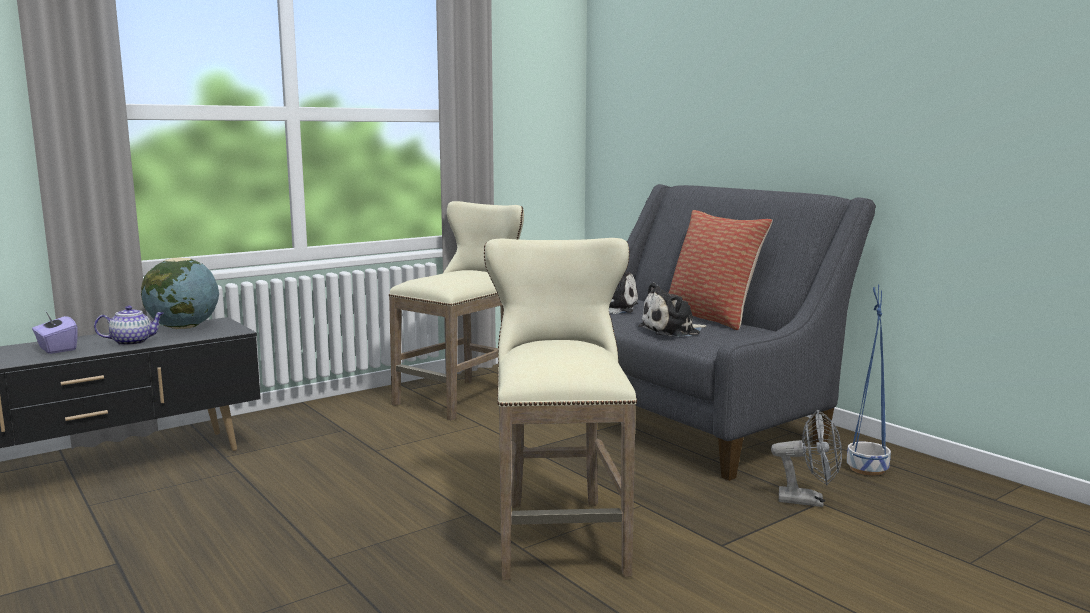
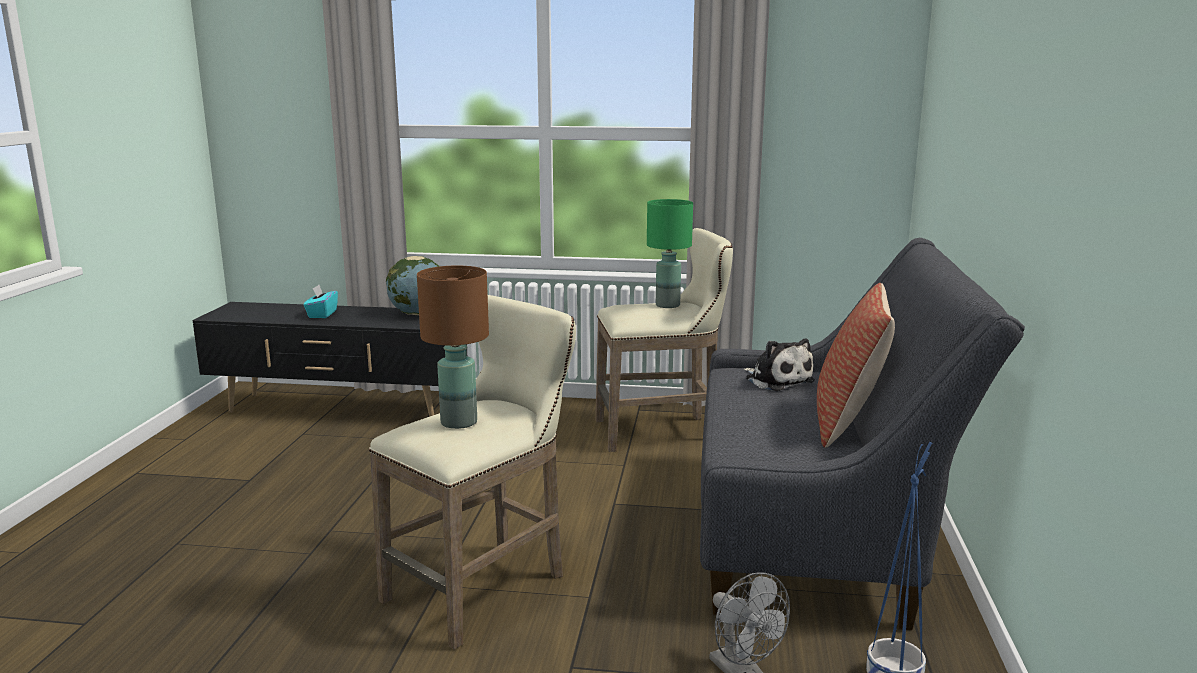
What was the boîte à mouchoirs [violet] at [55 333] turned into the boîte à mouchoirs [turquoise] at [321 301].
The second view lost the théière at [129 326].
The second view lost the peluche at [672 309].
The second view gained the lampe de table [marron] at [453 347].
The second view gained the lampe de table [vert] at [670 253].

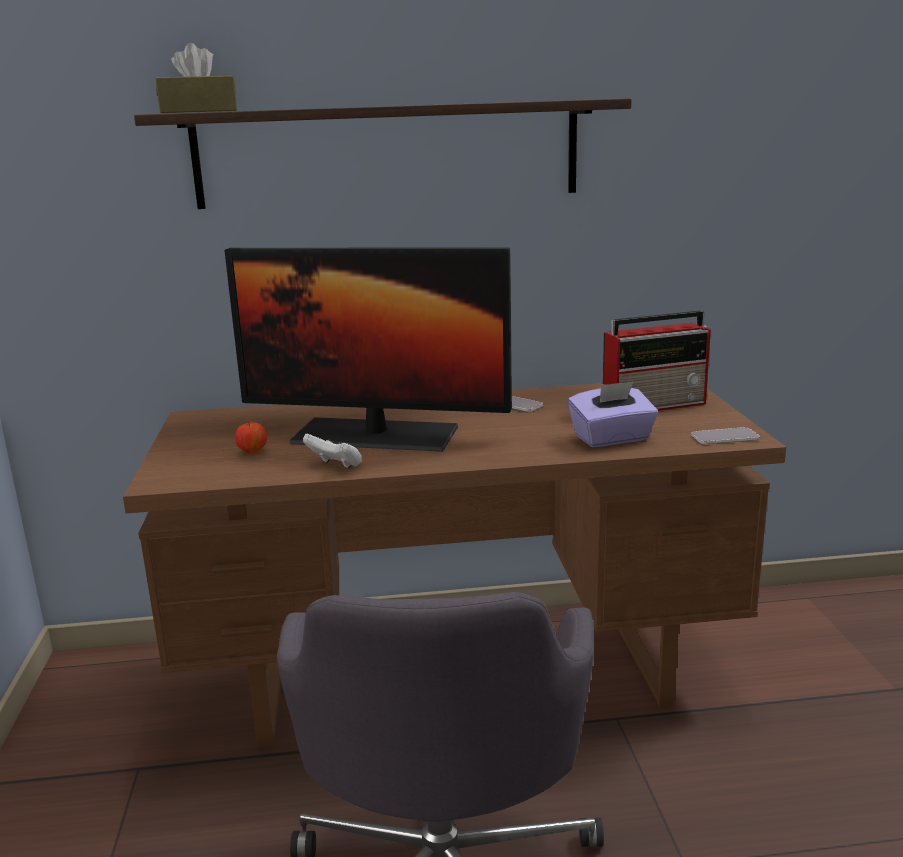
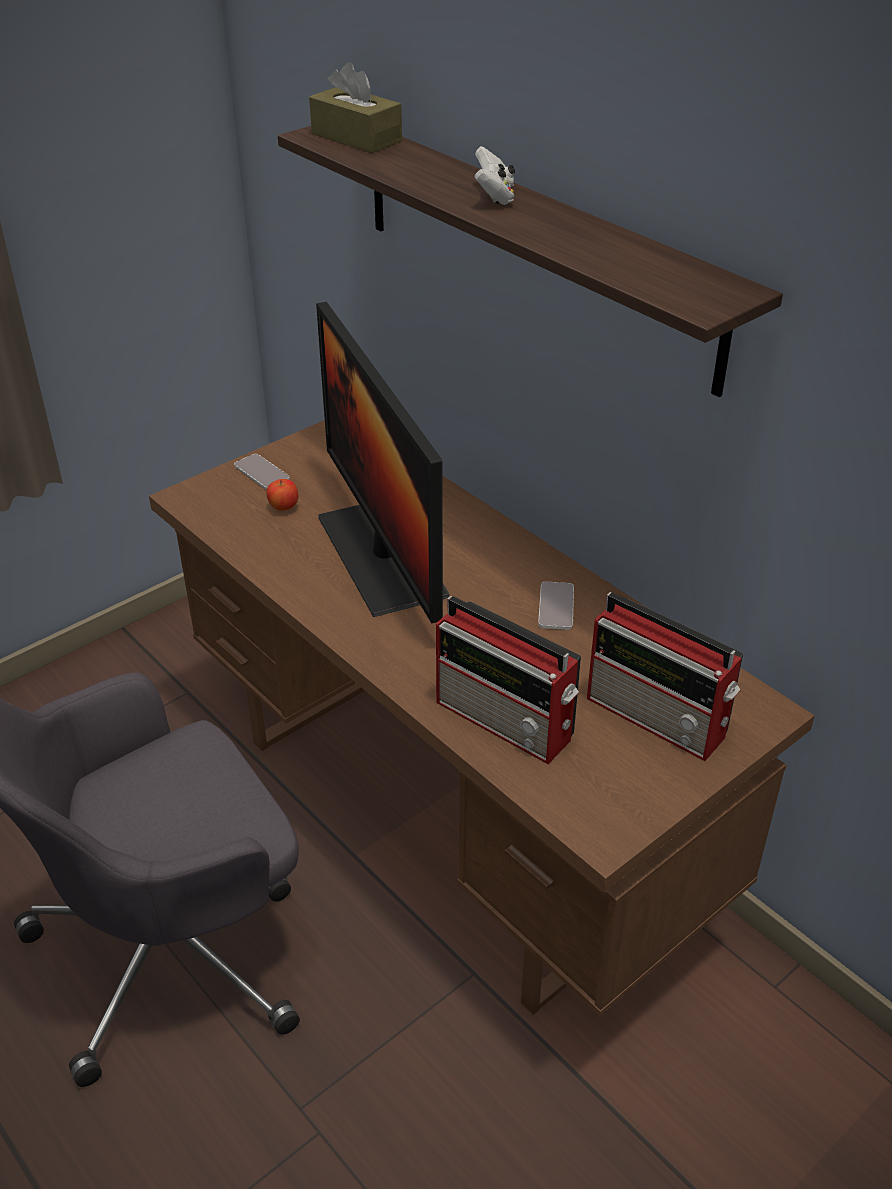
The manette [blanc] ended up elsewhere, having gone from [332 451] to [494 175].
Where the boîte à mouchoirs [violet] stood at [613 414], the radio came to stand at [508 680].
The téléphone ended up elsewhere, having gone from [725 435] to [262 472].

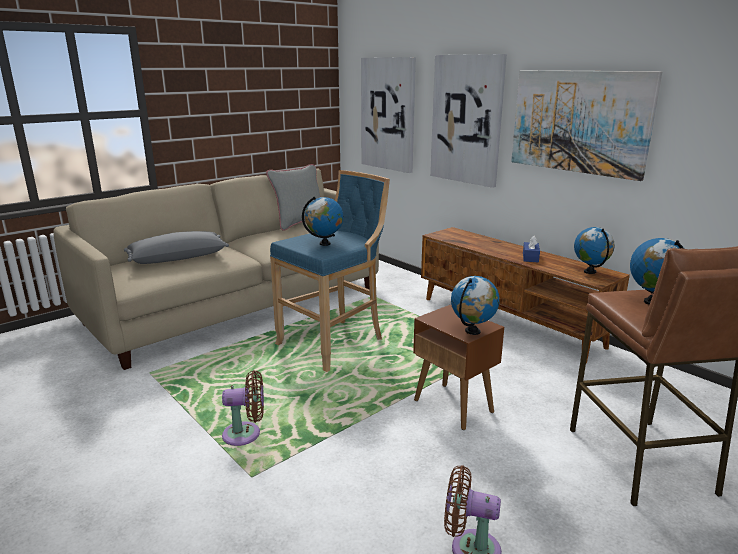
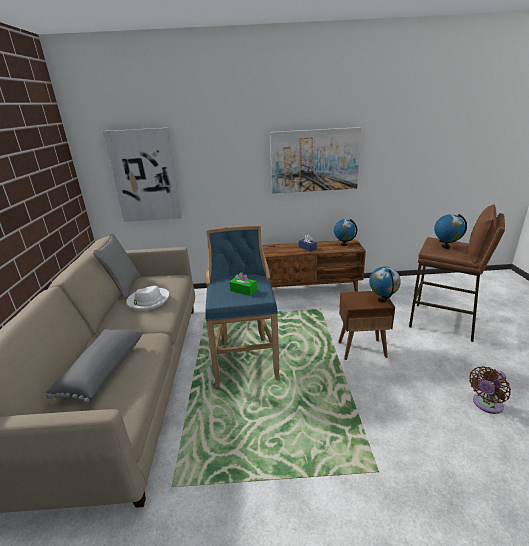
The second view lost the ventilateur [marron] at [243 408].
Where the globe stood at [322 221], the boîte à mouchoirs [vert] came to stand at [243 284].
The second view lost the tableau at [468 121].
The second view gained the chapeau [blanc] at [147 298].

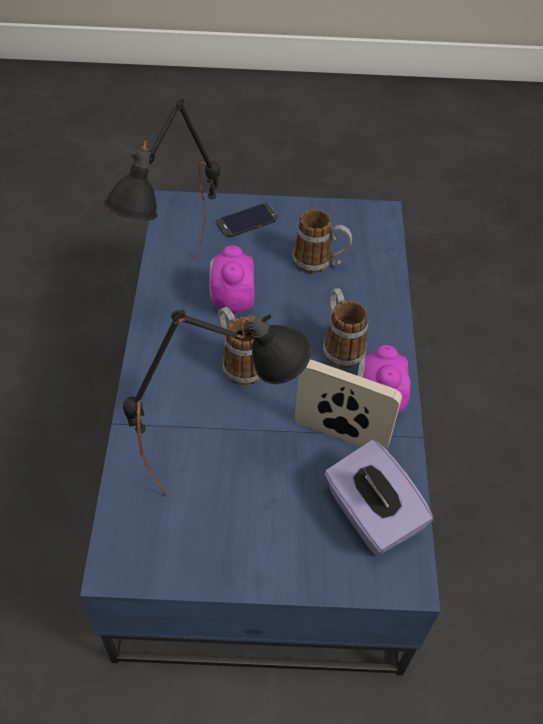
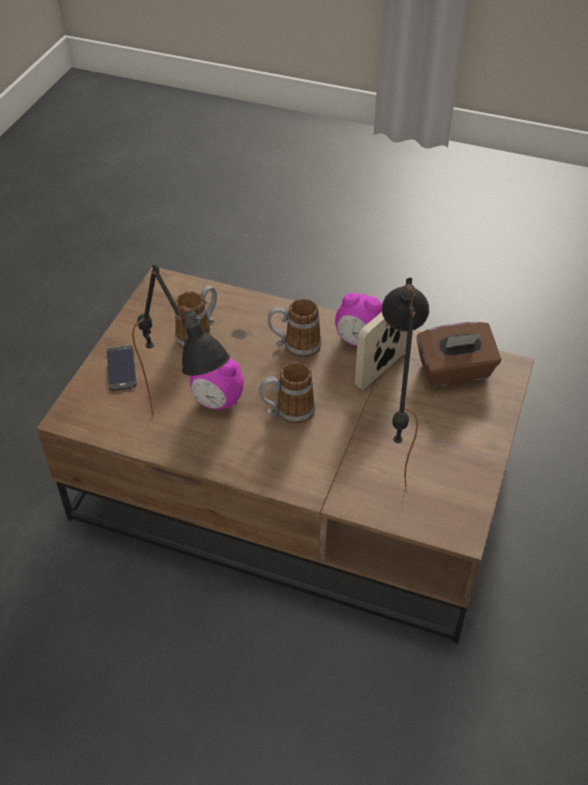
What was the table basse [bleu] at [260 432] turned into the table basse [marron] at [285 455].
What was the boîte à mouchoirs [violet] at [378 497] turned into the boîte à mouchoirs [marron] at [458 354].

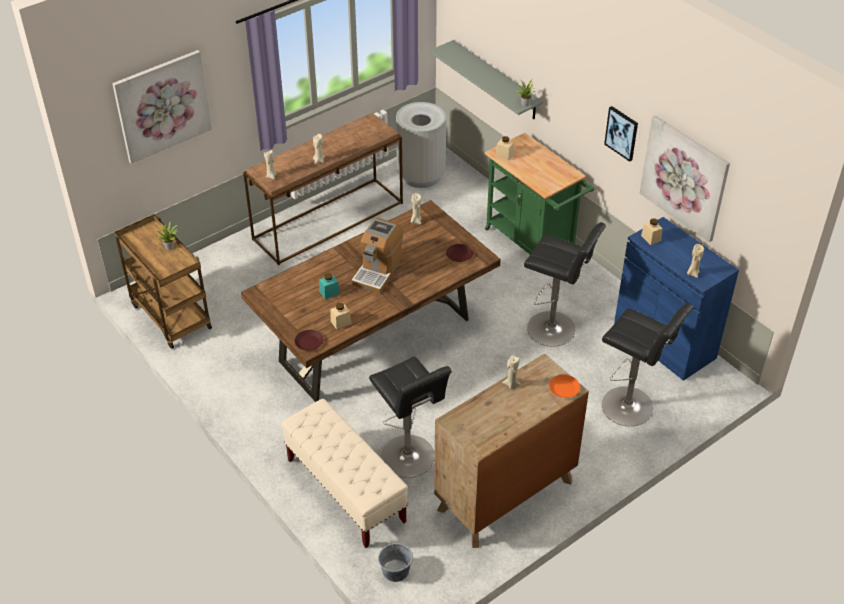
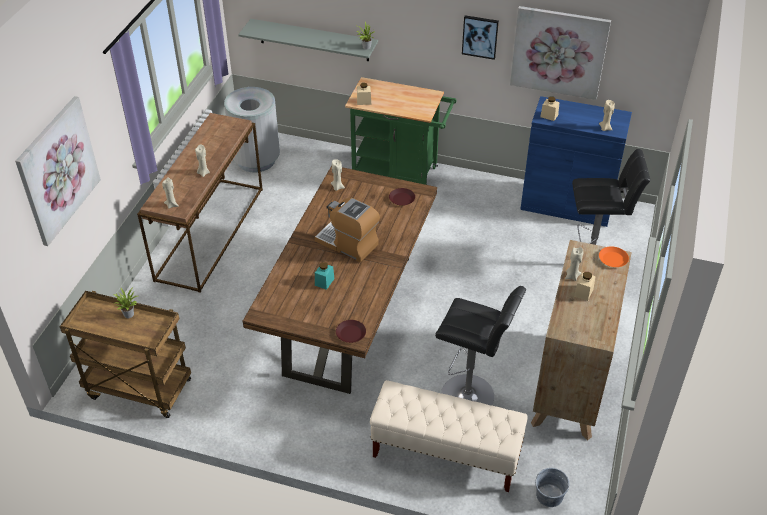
The bocal [beige] ended up elsewhere, having gone from [341 316] to [585 286].
The machine à café at [377 255] ended up facing another way, 135 degrees clockwise from before.
The second view lost the tabouret [noir] at [565 284].

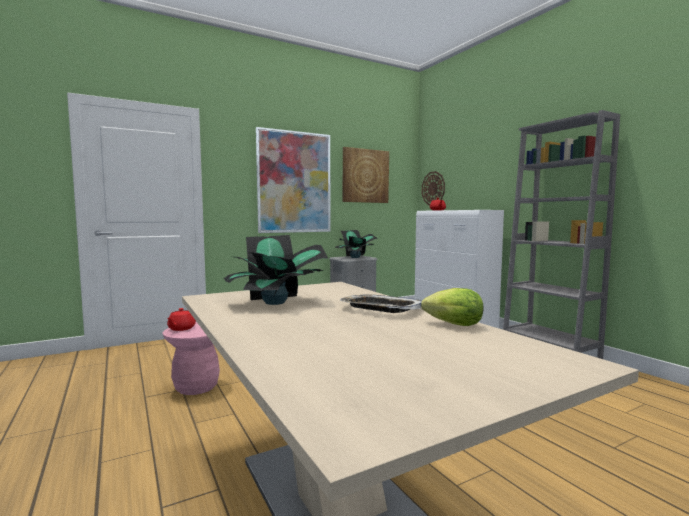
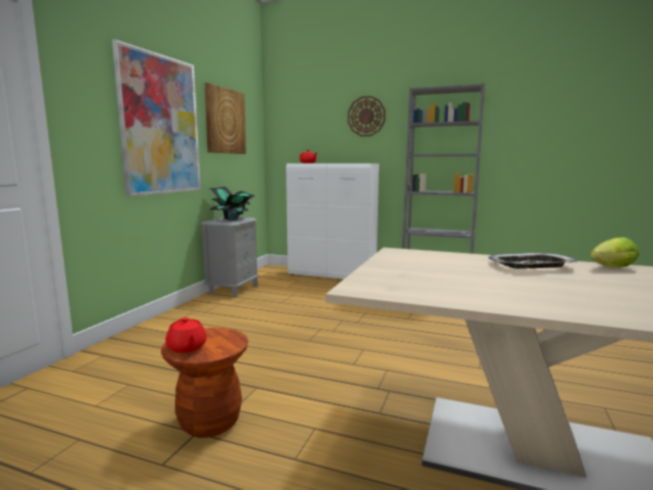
What was the tabouret [rose] at [191 358] turned into the tabouret [marron] at [204 383].
The second view lost the plante en pot at [276 270].
The horloge murale ended up elsewhere, having gone from [433 188] to [367 116].

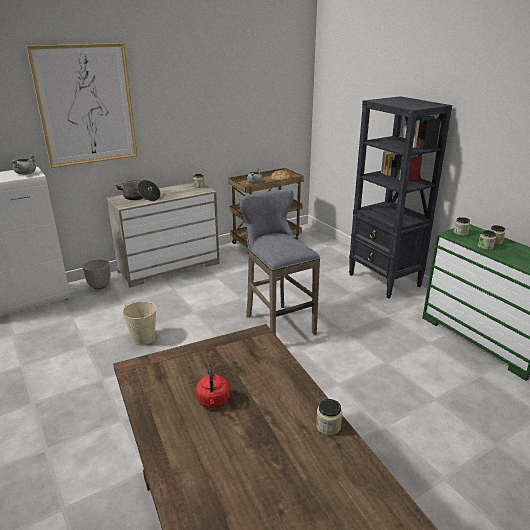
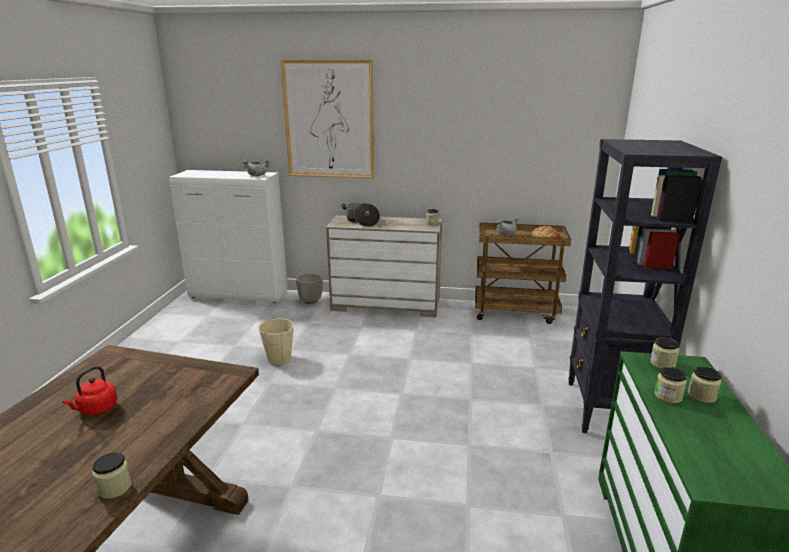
The second view lost the tabouret [gris] at [279 262].

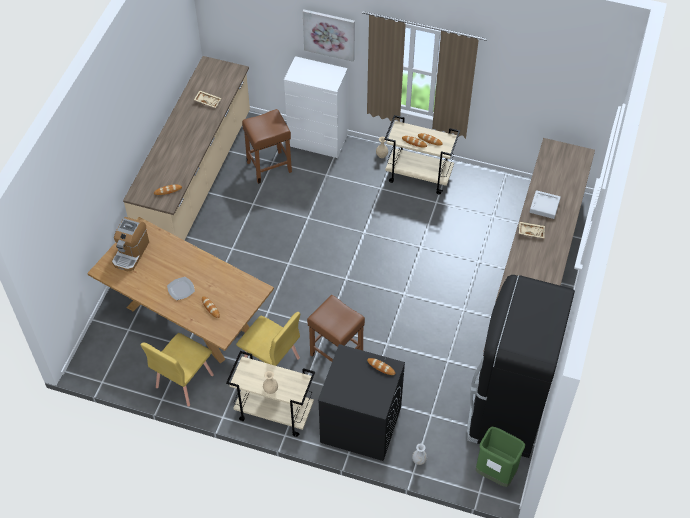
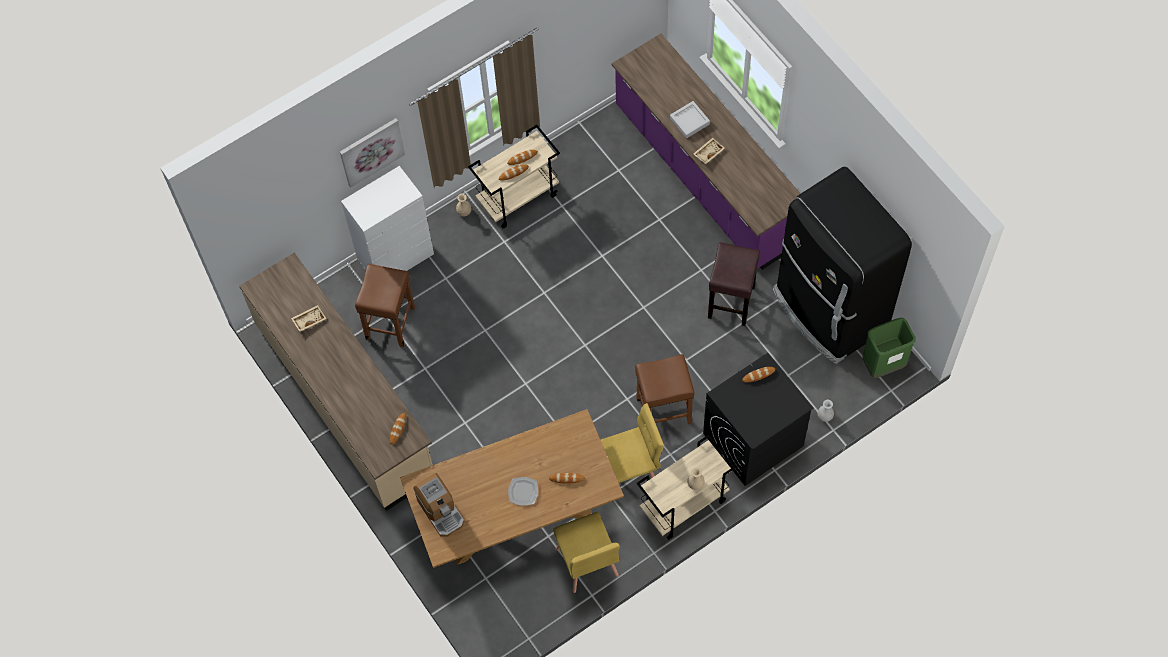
The second view gained the tabouret [marron] at [734 284].

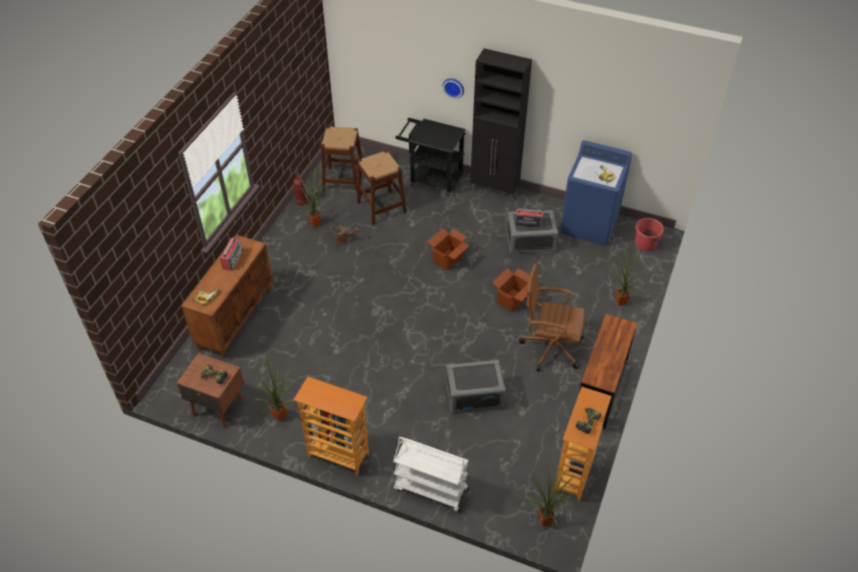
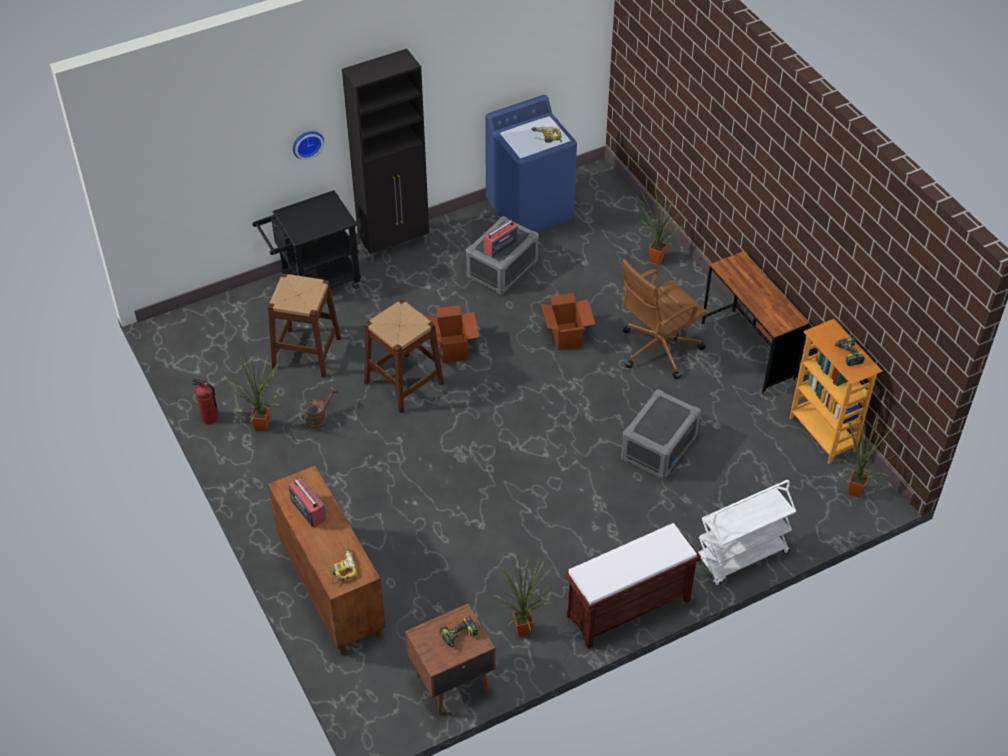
Where the bibliothèque stood at [331 426], the banc [marron] came to stand at [632 586].
The tabouret [marron] ended up elsewhere, having gone from [341 159] to [404 356].
The second view lost the seau [rouge] at [649 234].

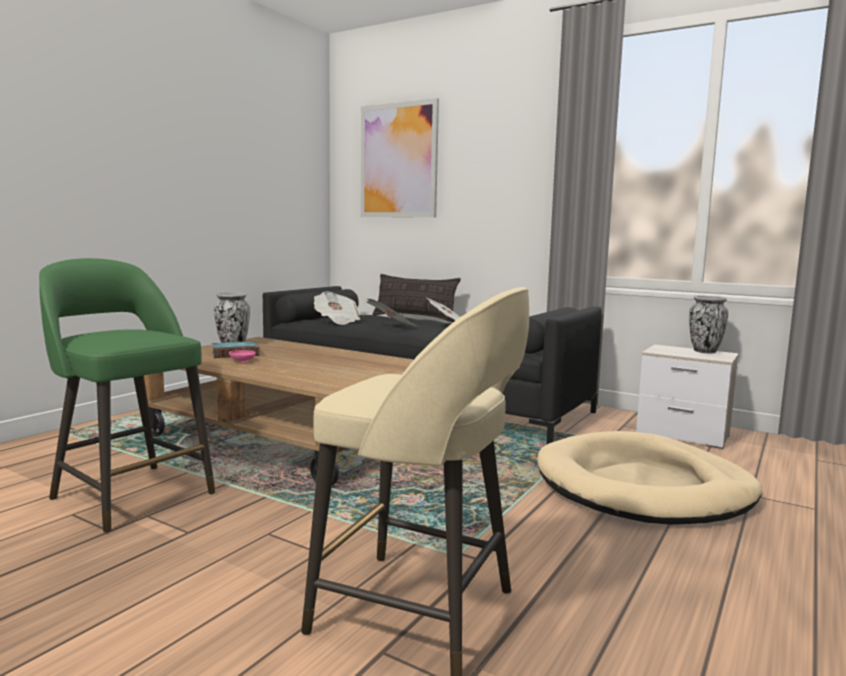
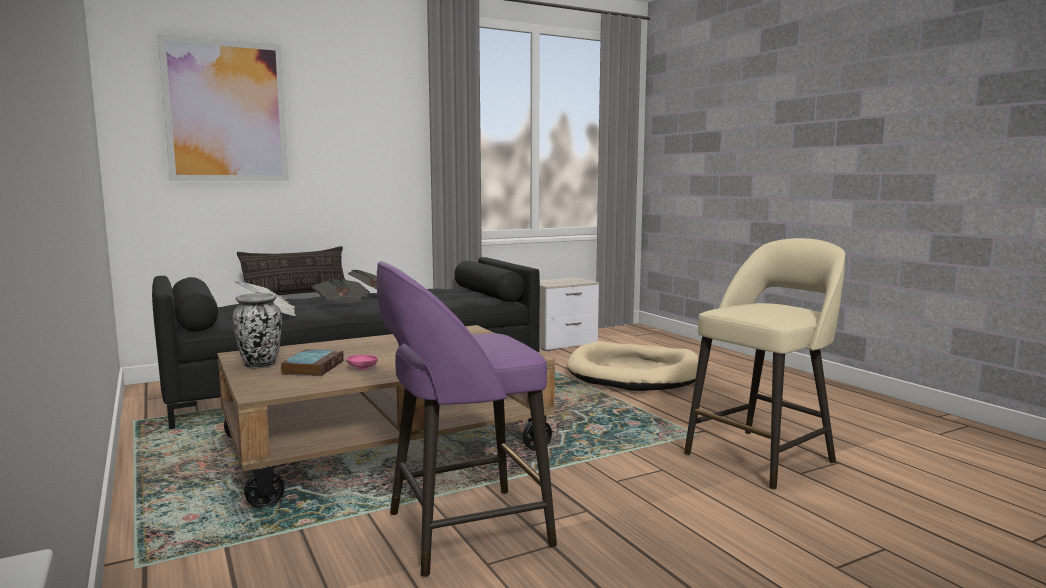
What was the tabouret [vert] at [127 395] turned into the tabouret [violet] at [467 419].
The second view lost the vase at [708 324].

